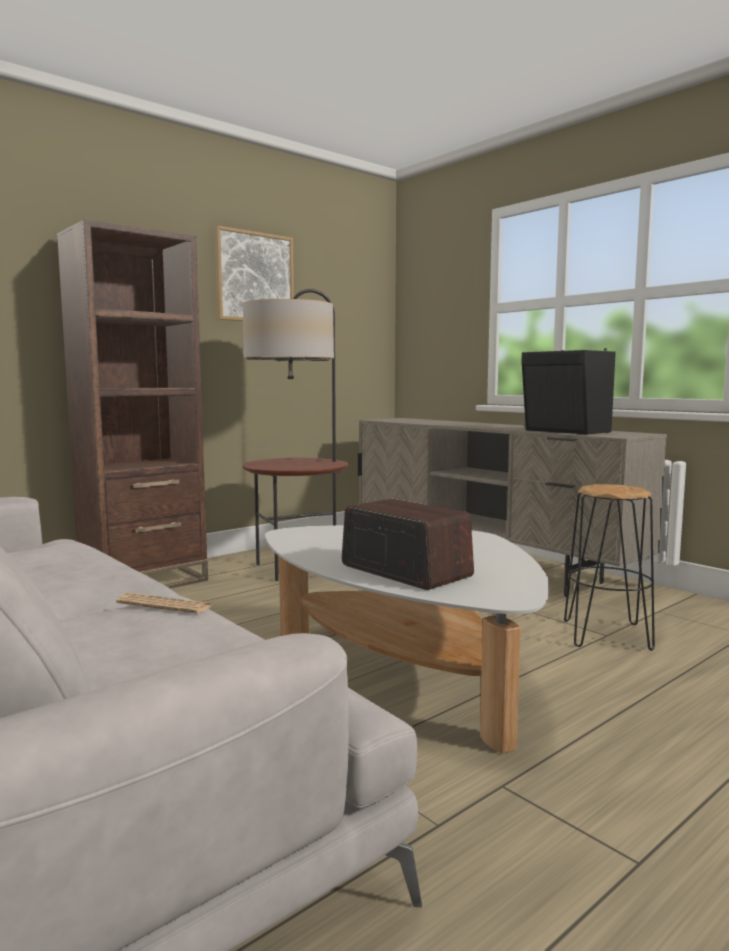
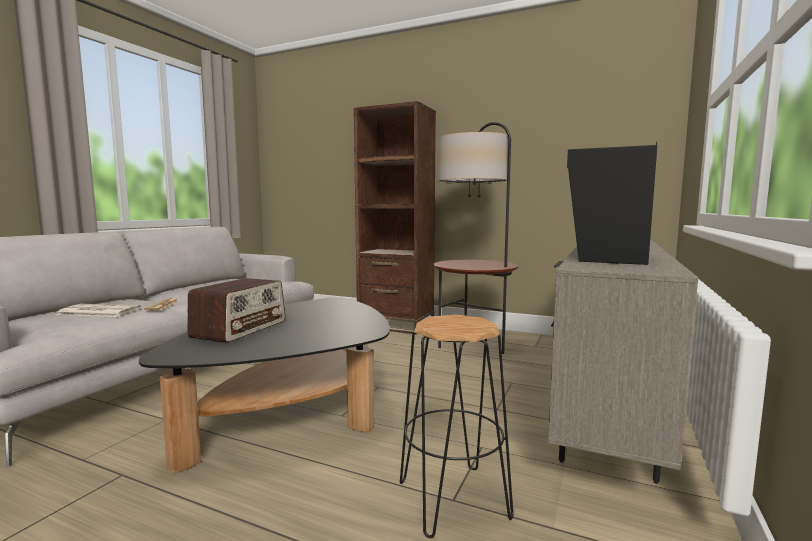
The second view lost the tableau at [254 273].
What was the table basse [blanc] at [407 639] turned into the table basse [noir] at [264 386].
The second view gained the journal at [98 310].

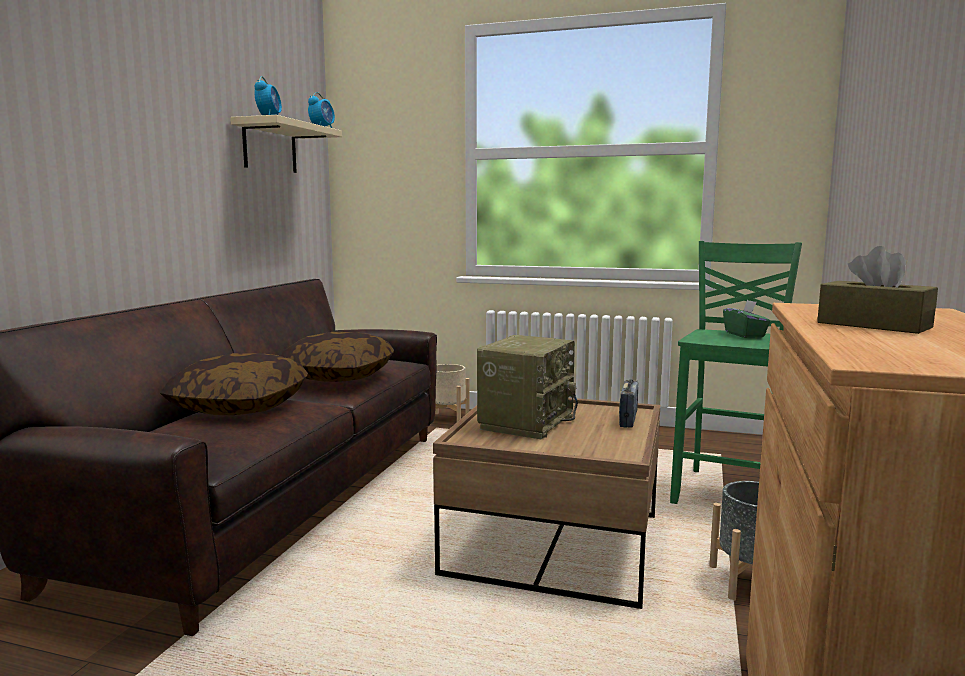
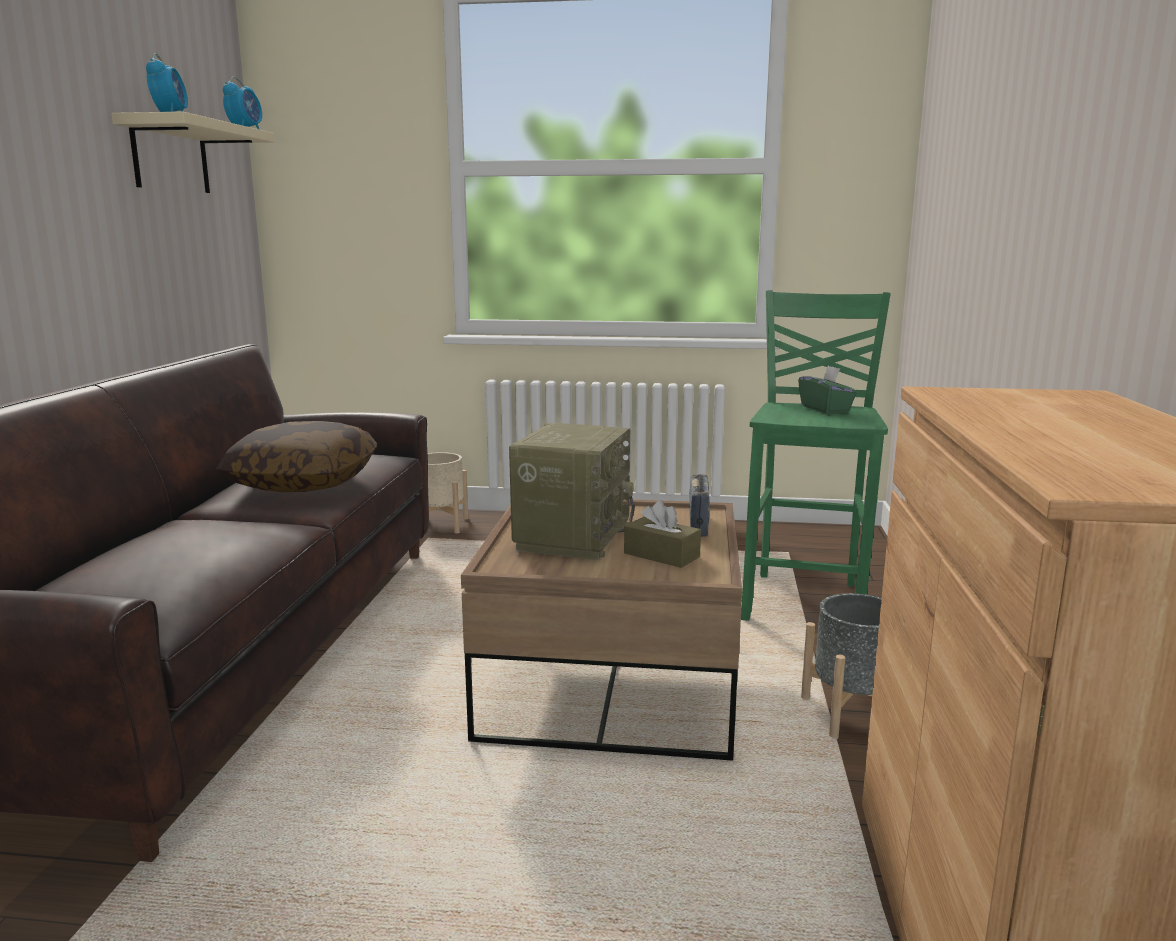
The second view lost the coussin at [234 384].
The boîte à mouchoirs [marron] ended up elsewhere, having gone from [877 290] to [662 534].

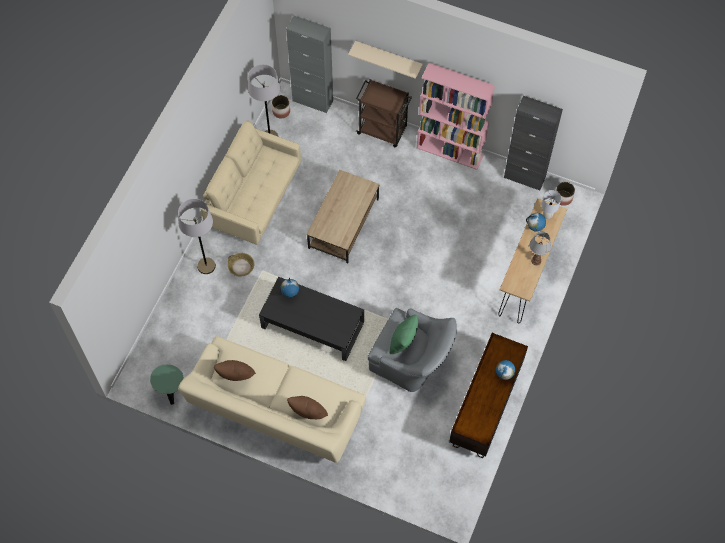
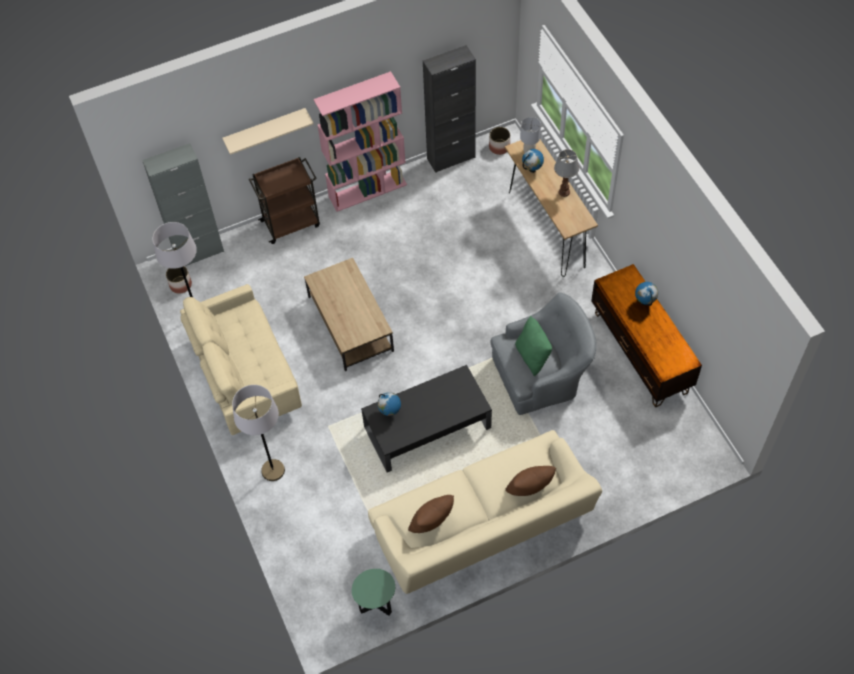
The second view lost the panier at [241 265].

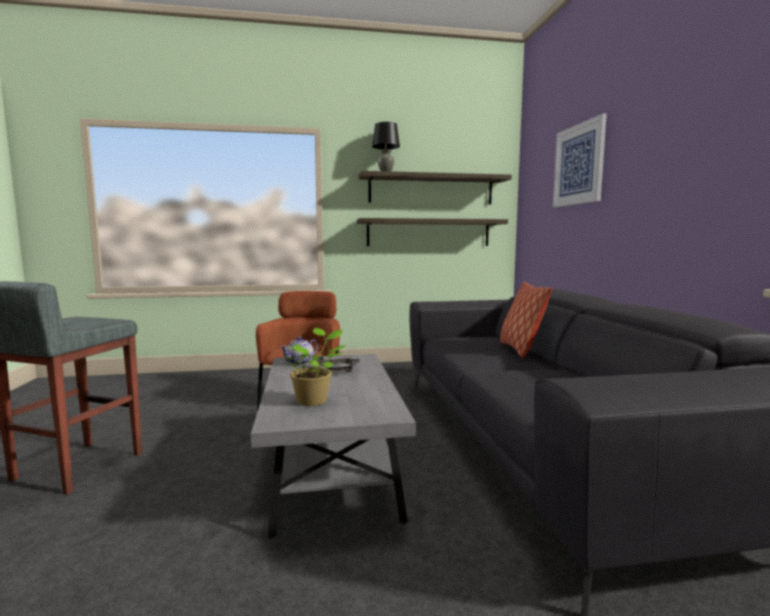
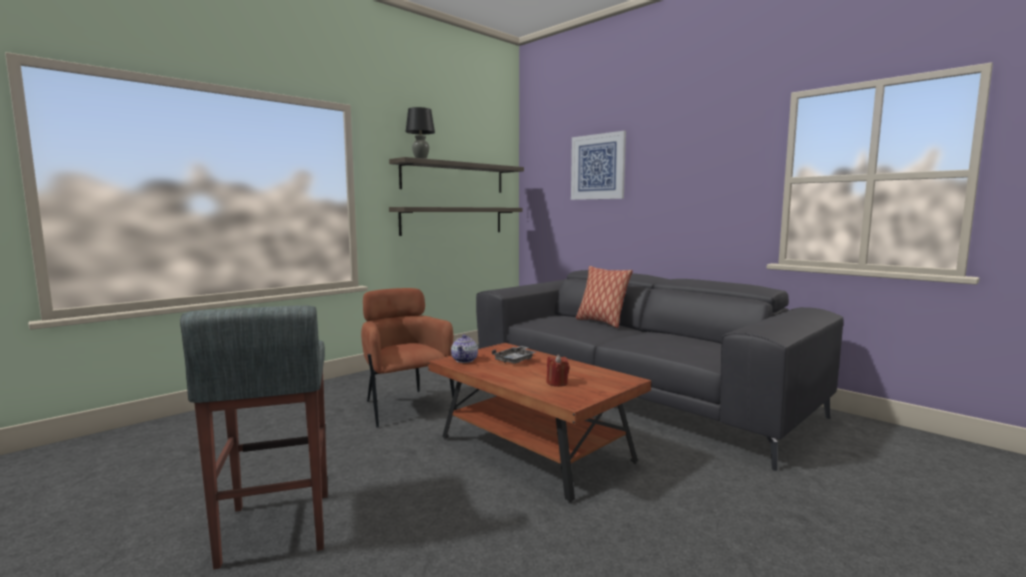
What was the table basse [gris] at [333 446] turned into the table basse [marron] at [539 423].
Where the plante en pot stood at [316 367], the bougie [rouge] came to stand at [558 370].

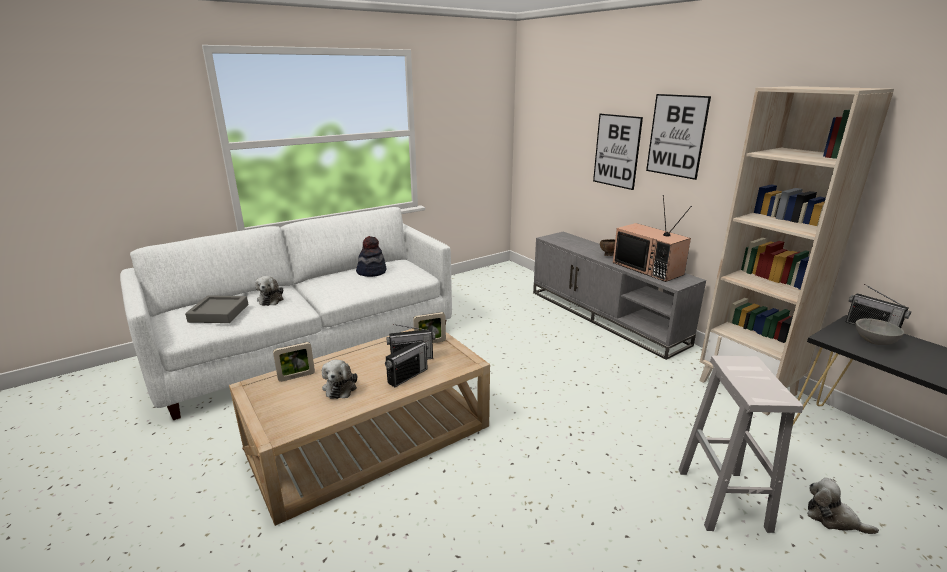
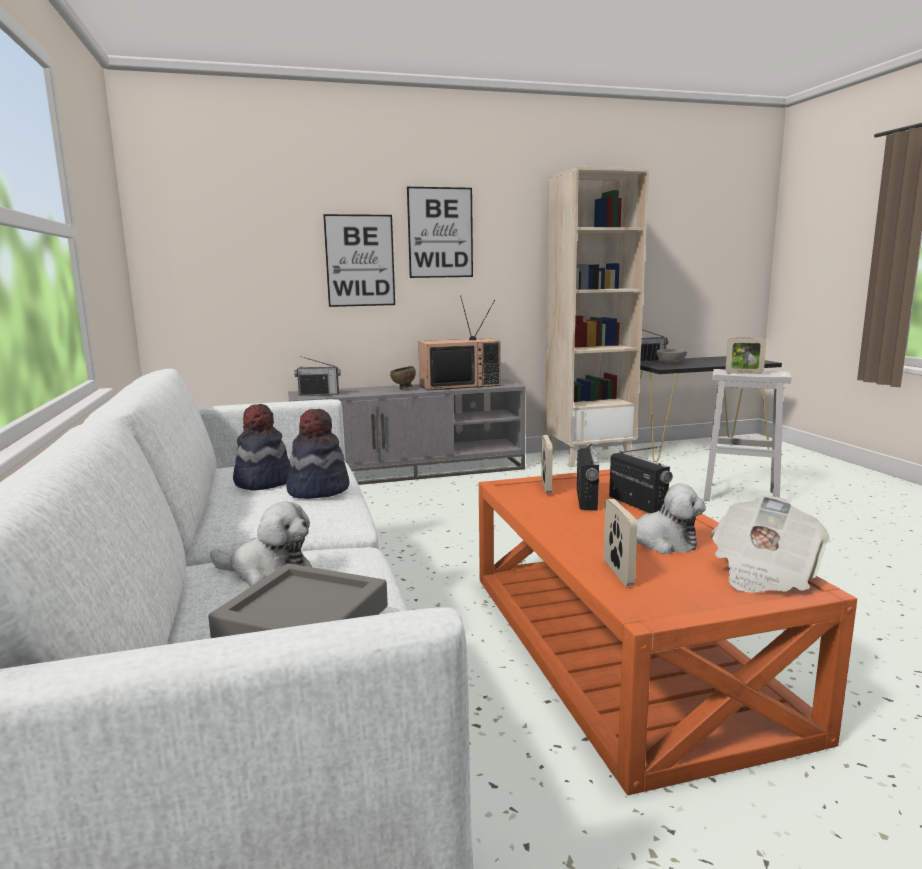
What was the table basse [beige] at [359 427] turned into the table basse [orange] at [668 632].
The second view lost the peluche at [843 505].
The second view gained the chapeau at [317 454].
The second view gained the radio at [317 376].
The second view gained the journal at [770 544].
The second view gained the cadre photo at [745 356].

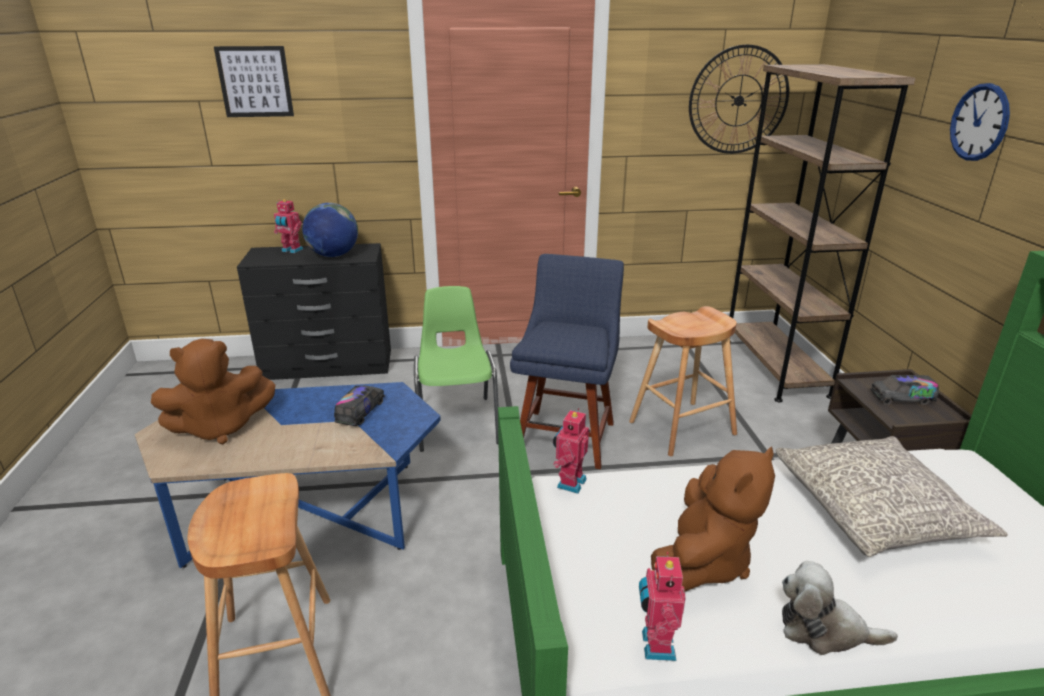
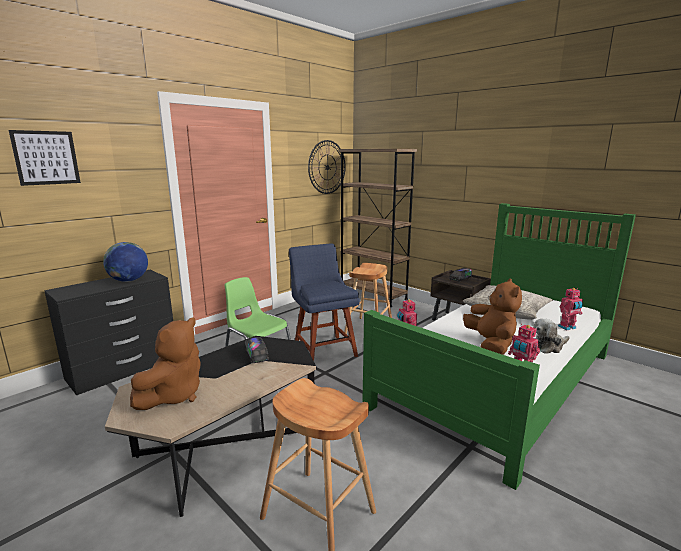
What was the table basse [bleu] at [288 475] turned into the table basse [noir] at [210 426].
The robot jouet ended up elsewhere, having gone from [288 226] to [570 309].
The second view lost the horloge murale at [980 122].

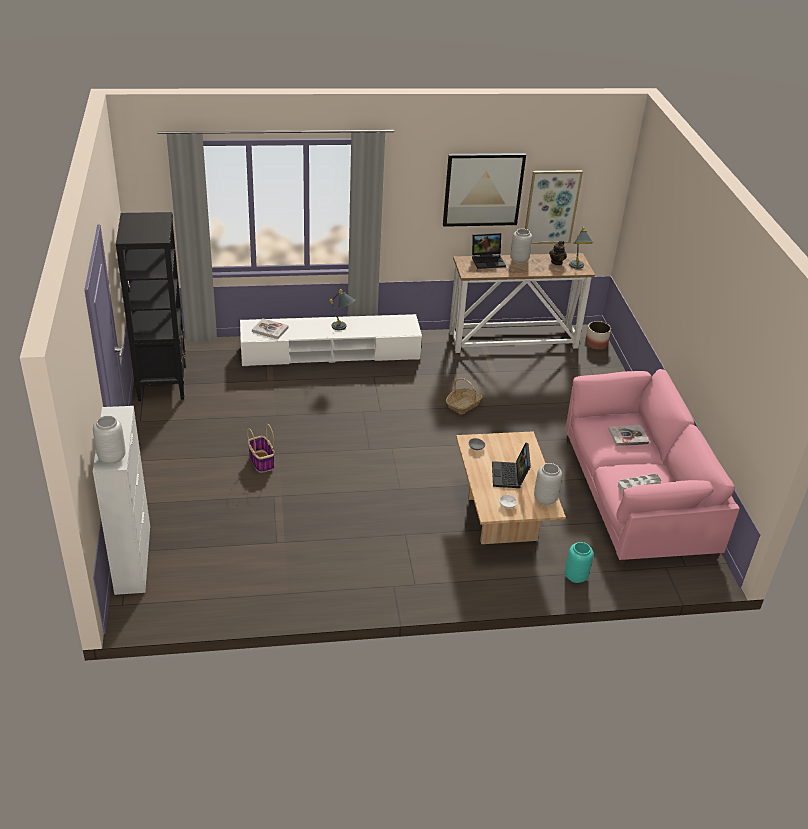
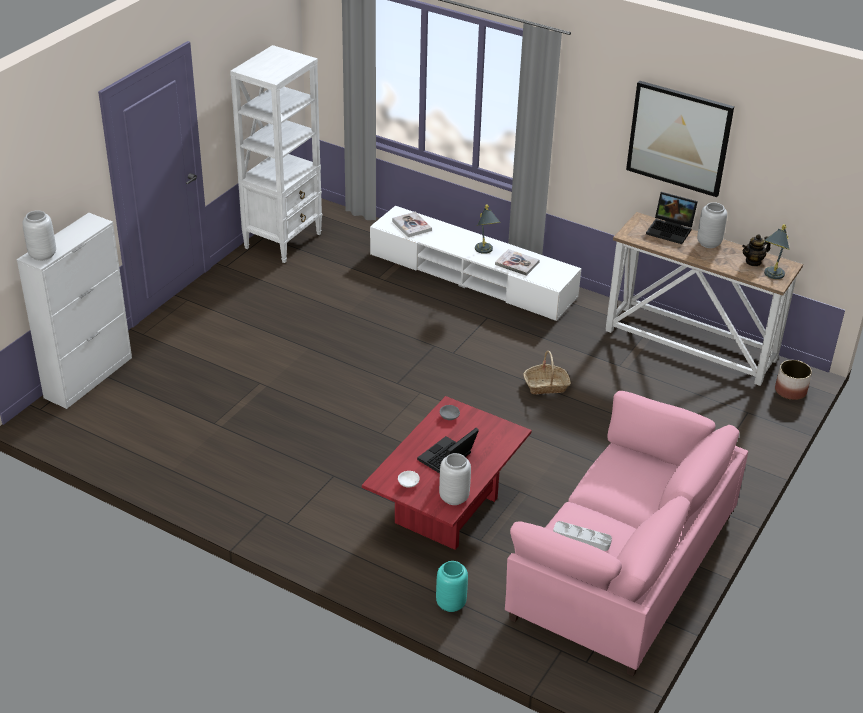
What was the bibliothèque [noir] at [151 306] turned into the bibliothèque [blanc] at [276 154].
The second view lost the panier at [261 448].
What was the table basse [beige] at [511 487] turned into the table basse [rouge] at [447 473].
The second view lost the tableau at [554 207].
The livre ended up elsewhere, having gone from [628 435] to [517 262].

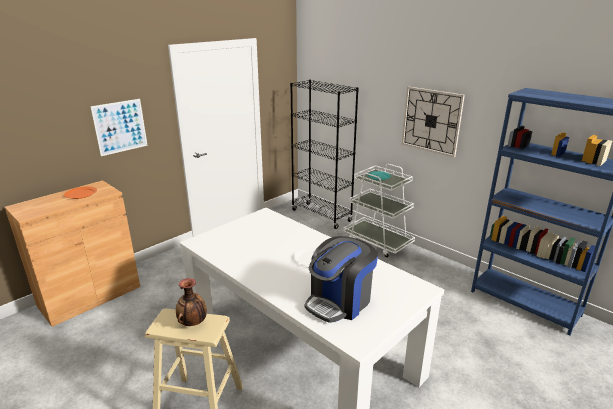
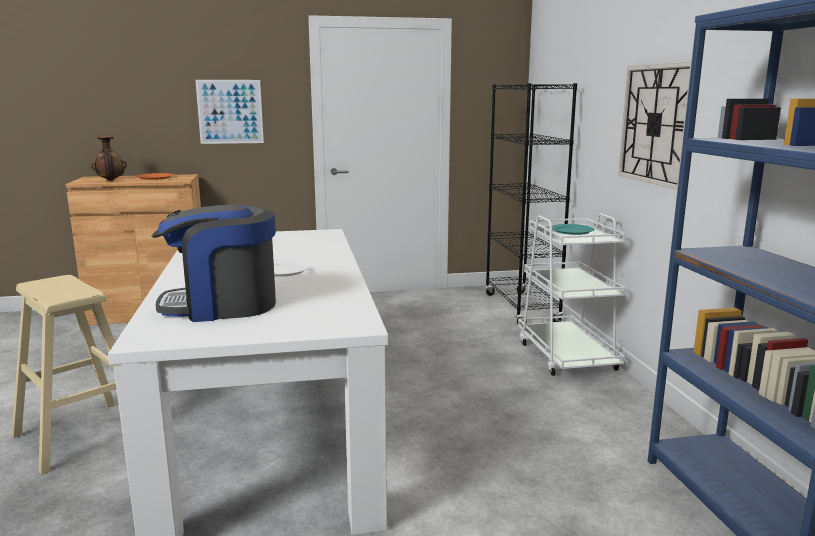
The vase ended up elsewhere, having gone from [191 302] to [109 158].

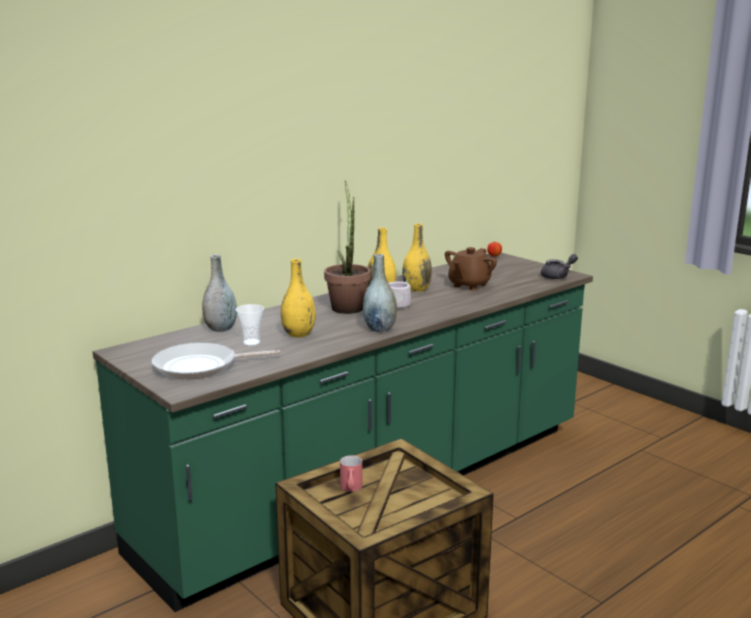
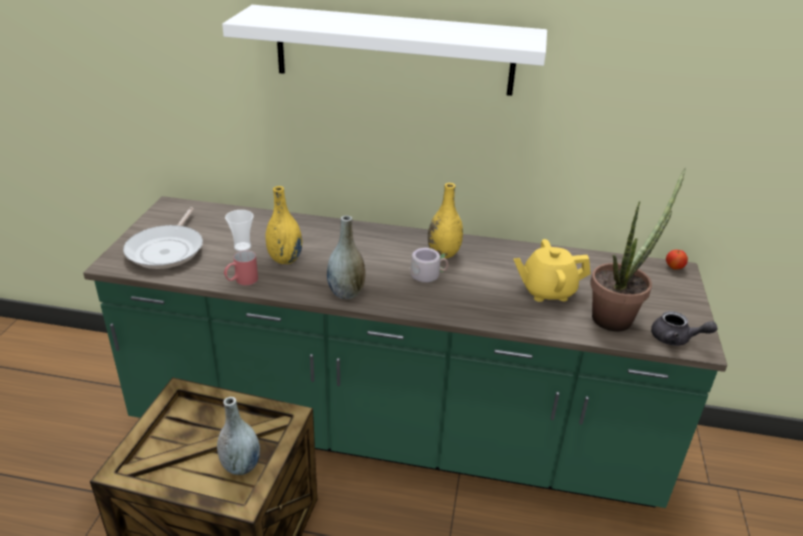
The poêle at [215 360] ended up facing another way, 120 degrees counterclockwise from before.
The vase [gris] ended up elsewhere, having gone from [219 293] to [238 436].
The plante en pot ended up elsewhere, having gone from [347 247] to [638 250].
The mug [rouge] ended up elsewhere, having gone from [351 473] to [241 268].
The second view lost the vase [jaune] at [417 258].
What was the théière [marron] at [471 268] turned into the théière [jaune] at [552 270].
The second view gained the étagère [blanc] at [384 50].

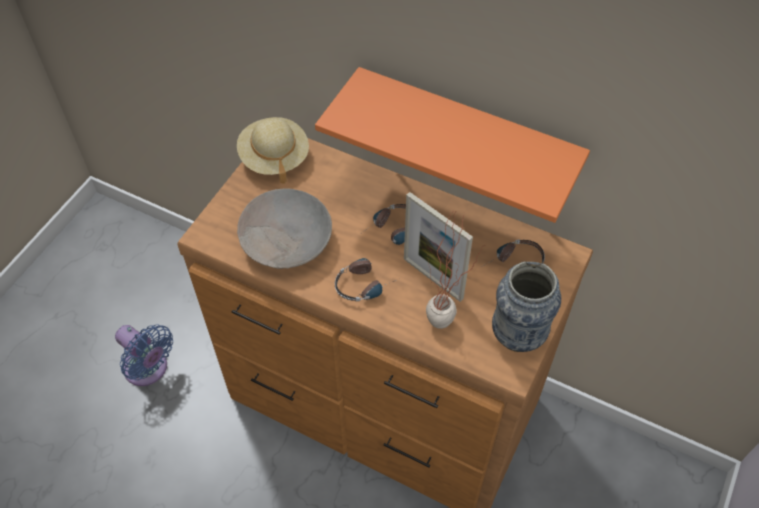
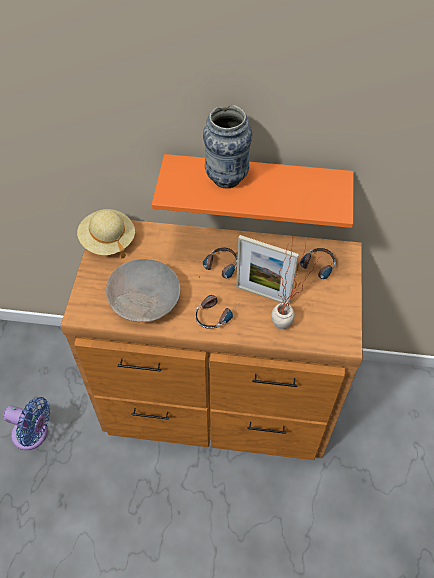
The vase ended up elsewhere, having gone from [526 306] to [227 146].

